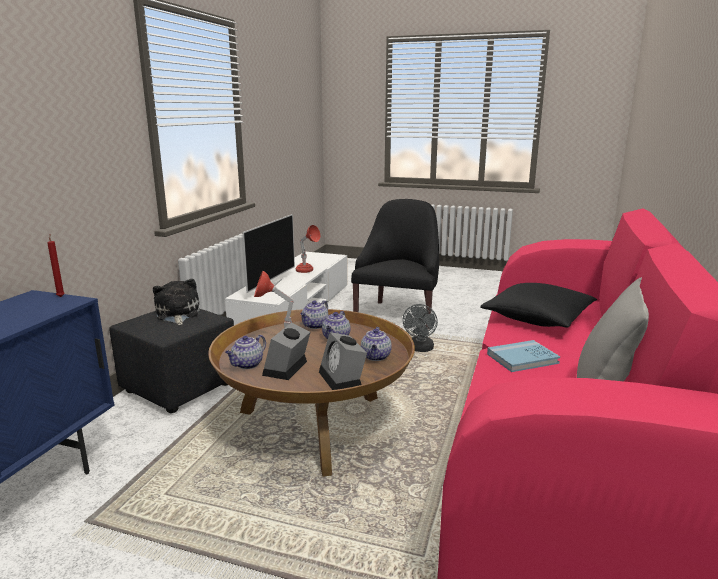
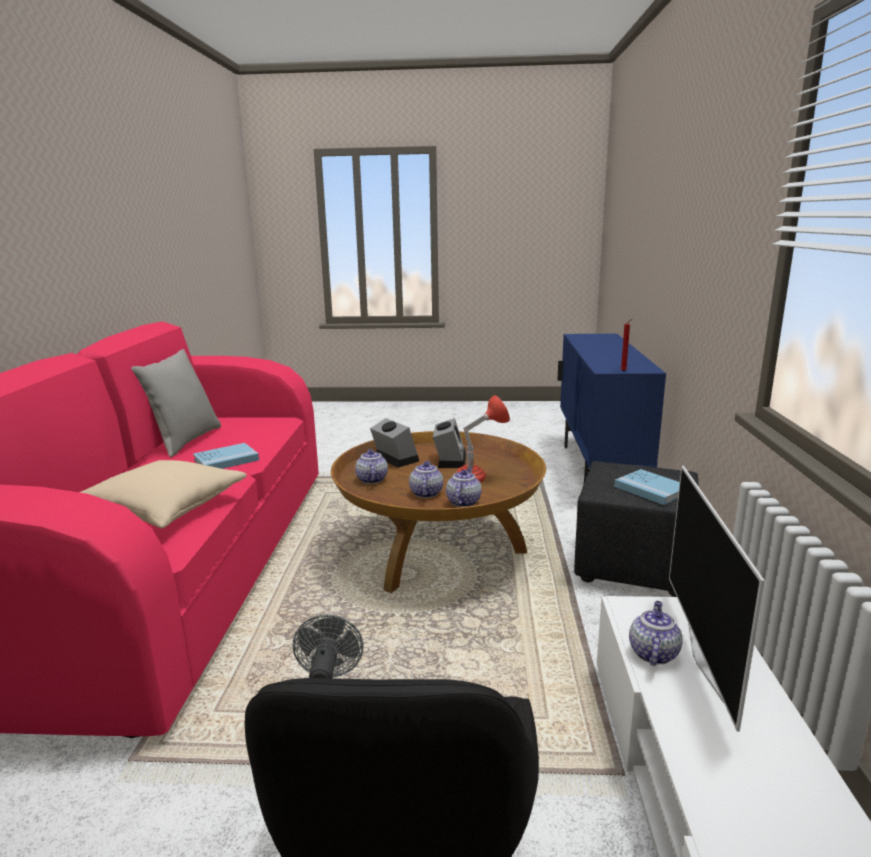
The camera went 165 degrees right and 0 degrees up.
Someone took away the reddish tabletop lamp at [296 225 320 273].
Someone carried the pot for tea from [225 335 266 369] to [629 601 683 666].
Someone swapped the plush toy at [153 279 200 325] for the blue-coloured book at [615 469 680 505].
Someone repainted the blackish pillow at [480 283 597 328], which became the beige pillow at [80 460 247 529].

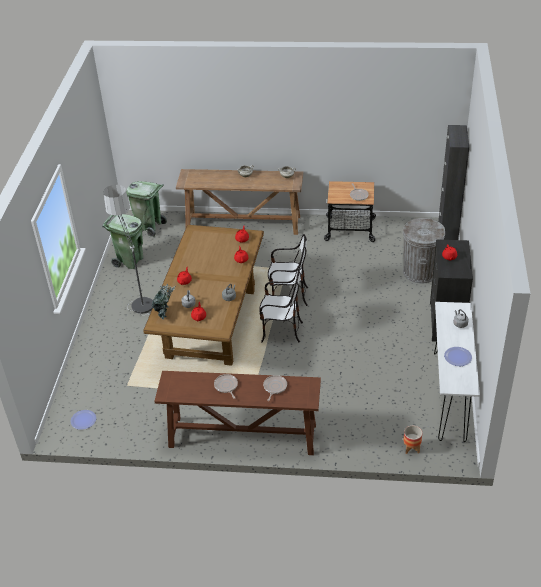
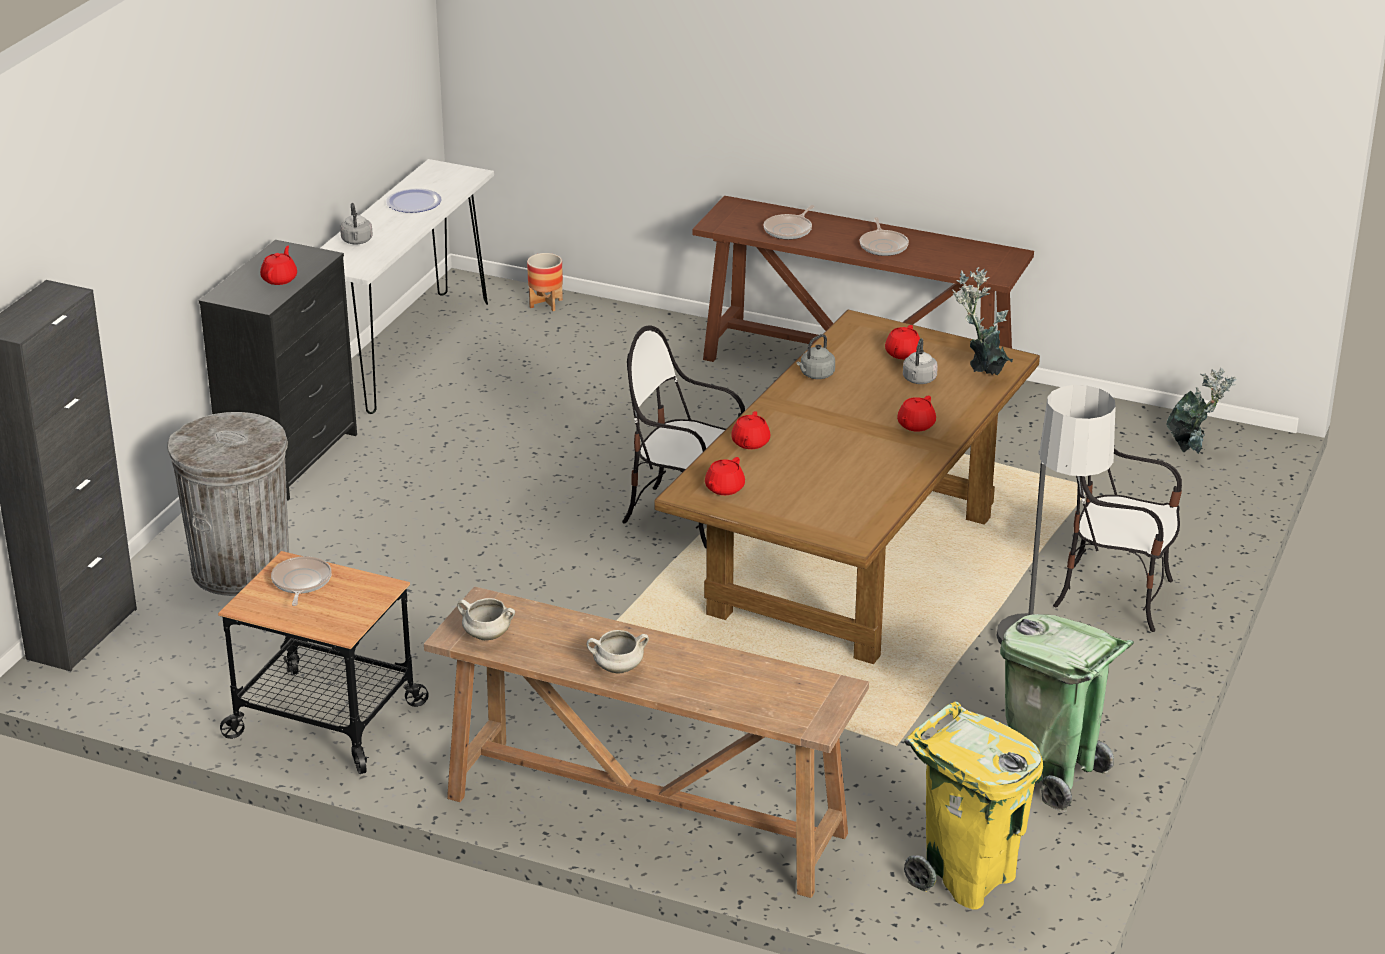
The camera went 165 degrees left and 10 degrees down.
Someone carried the chair from [268 234 308 306] to [1053 448 1182 632].
Someone swapped the plate at [71 410 96 430] for the potted plant at [1166 368 1236 454].
Someone repainted the green-coloured waste bin at [126 181 167 237], which became the yellow-coloured waste bin at [904 701 1043 909].

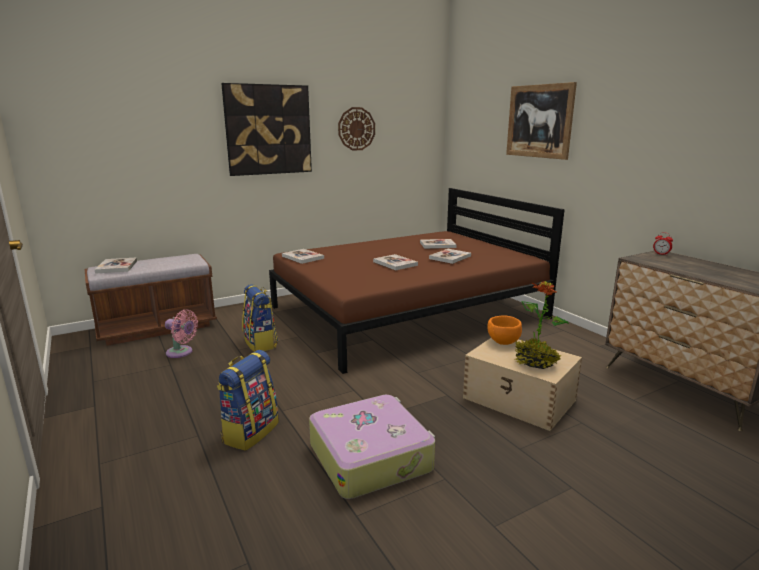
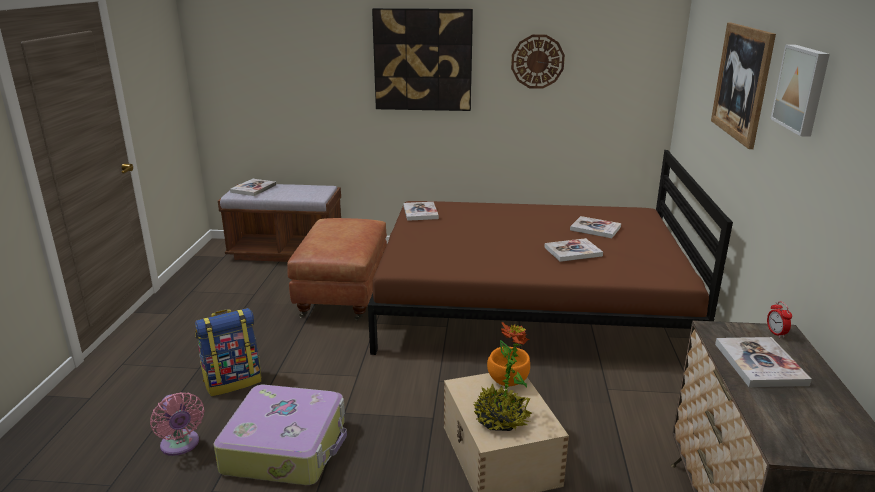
The camera went 35 degrees right and 5 degrees up.
Someone put up the wall art at [770 44 830 137].
Someone carried the pink-coloured cooling fan from [165 310 198 358] to [150 392 204 456].
Someone carried the book from [373 254 418 270] to [715 337 812 387].
Someone swapped the rucksack at [242 284 278 352] for the brown-coloured pouffe at [287 218 387 320].

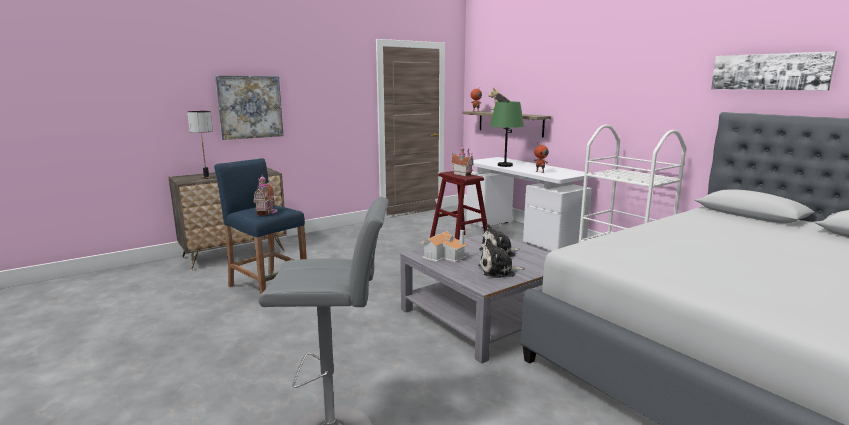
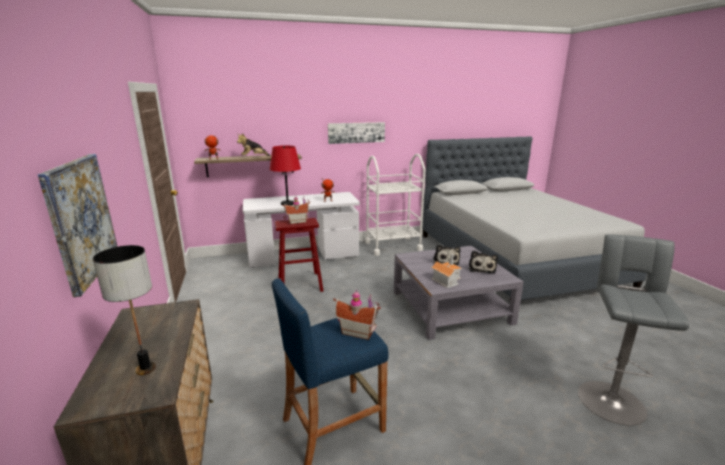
The camera went 70 degrees left and 5 degrees up.
Someone carried the wall art from [711 51 837 90] to [328 122 385 144].
Someone repainted the green-coloured tabletop lamp at [490 101 524 167], which became the reddish tabletop lamp at [270 145 301 205].

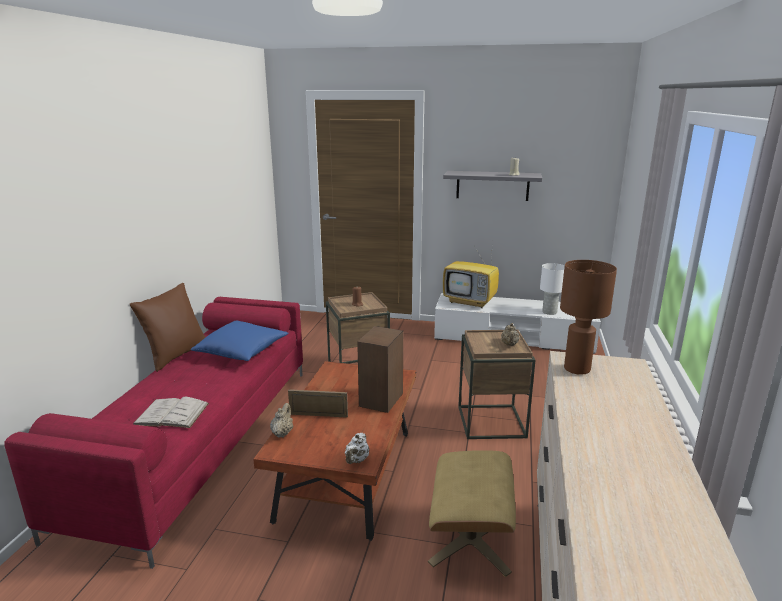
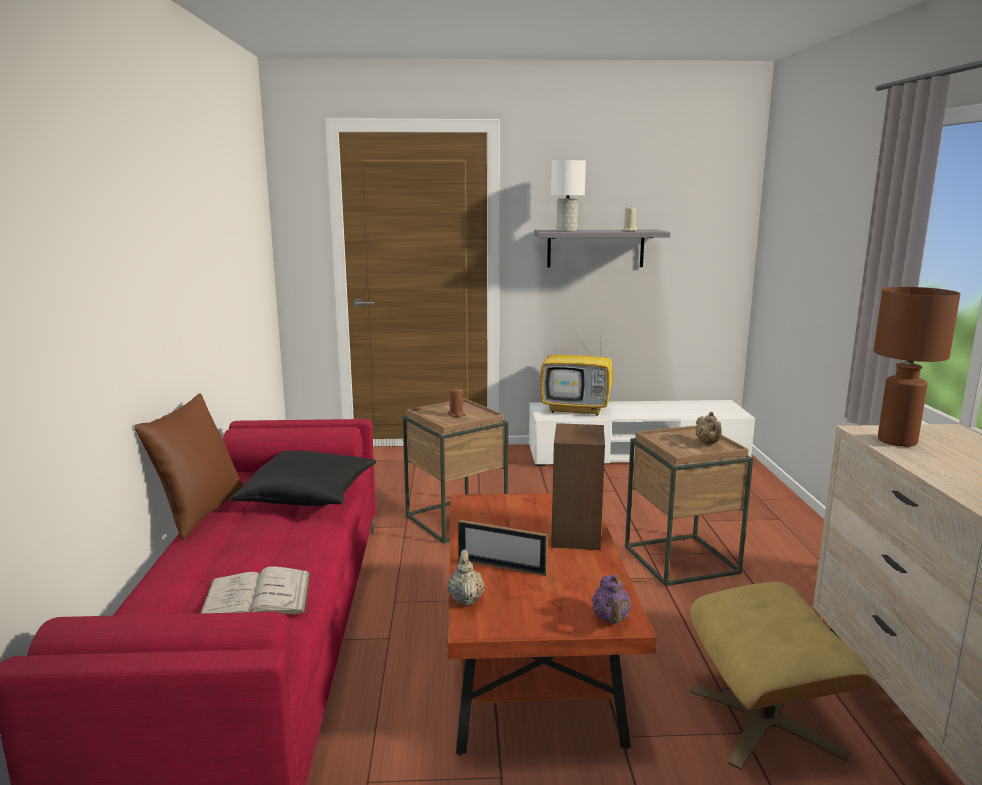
The camera went 15 degrees left and 5 degrees down.
Someone carried the white tabletop lamp from [540 263 565 315] to [551 160 586 232].
Someone repainted the blue-coloured pillow at [191 321 288 361], which became the blackish pillow at [230 450 377 506].
Someone repainted the white pot for tea at [345 433 369 464], which became the purple pot for tea at [592 574 631 624].
Someone rotated the photo frame at [288 389 348 418] by 150 degrees counterclockwise.

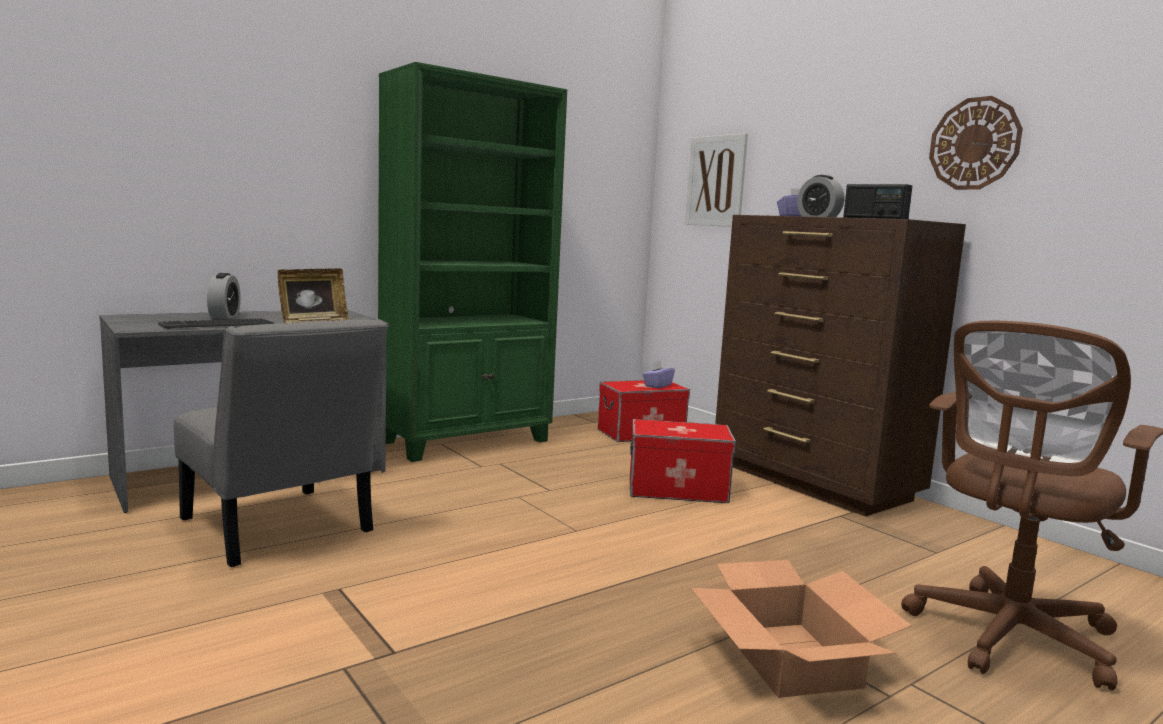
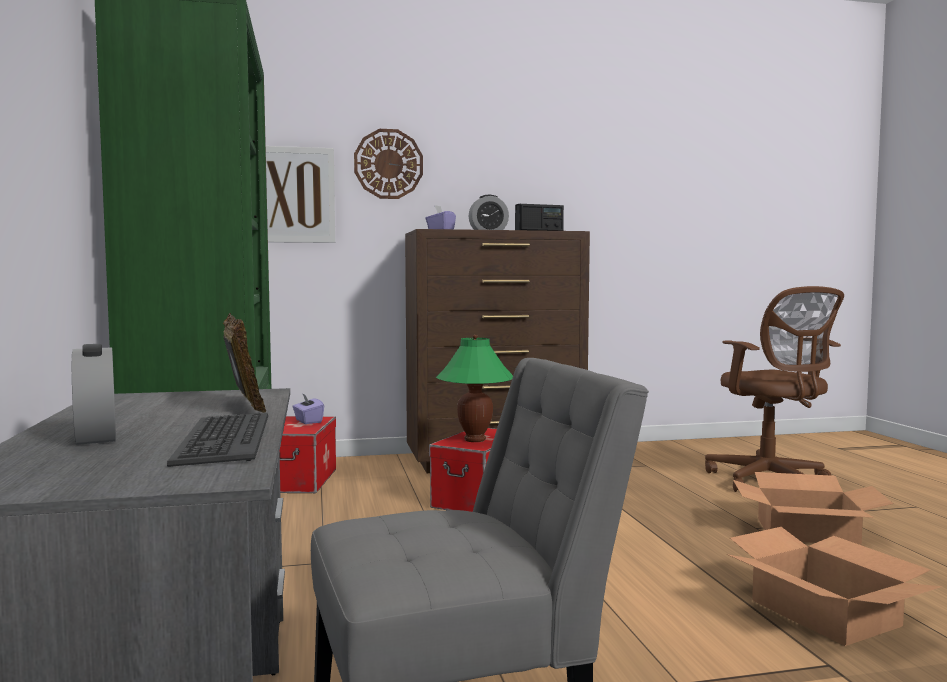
The camera went 65 degrees left and 5 degrees down.
Someone put down the green-coloured tabletop lamp at [435 335 513 442].
Someone put down the packing box at [727 527 942 646].
Someone carried the wall clock from [929 96 1023 190] to [354 129 423 199].
Someone rotated the bedside clock at [207 273 241 319] by 135 degrees counterclockwise.

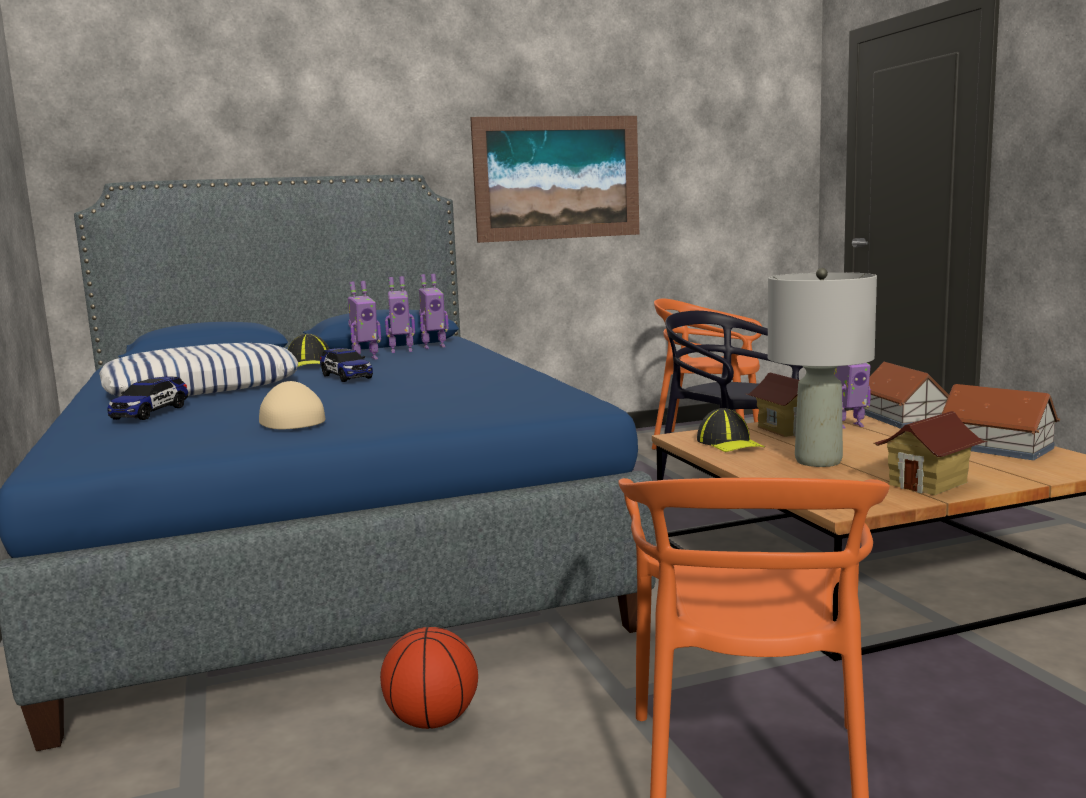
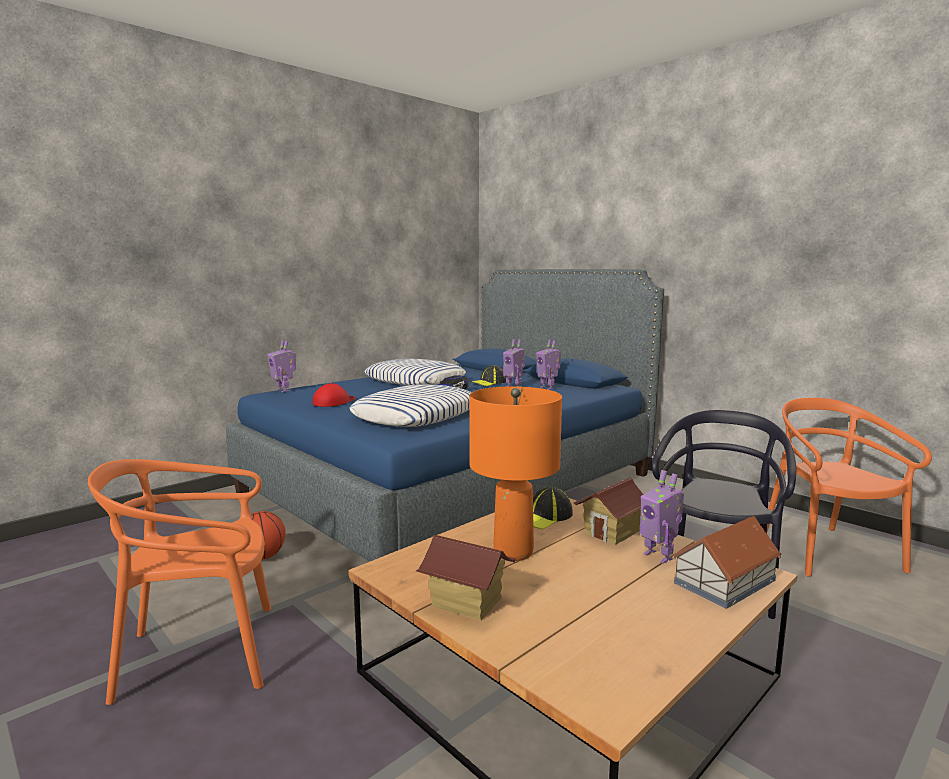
The camera went 65 degrees right and 0 degrees up.
Someone took away the toy car at [107 376 188 420].
Someone took away the wall art at [470 116 639 243].
Someone took away the toy house at [942 384 1060 460].
Someone put down the pillow at [349 385 472 427].
Someone carried the robot figure from [419 274 449 349] to [267 340 296 392].
Someone repainted the beige peaked cap at [259 381 325 429], which became the reddish peaked cap at [313 383 356 407].
Someone repainted the gray tabletop lamp at [768 268 877 467], which became the orange tabletop lamp at [469 386 562 561].

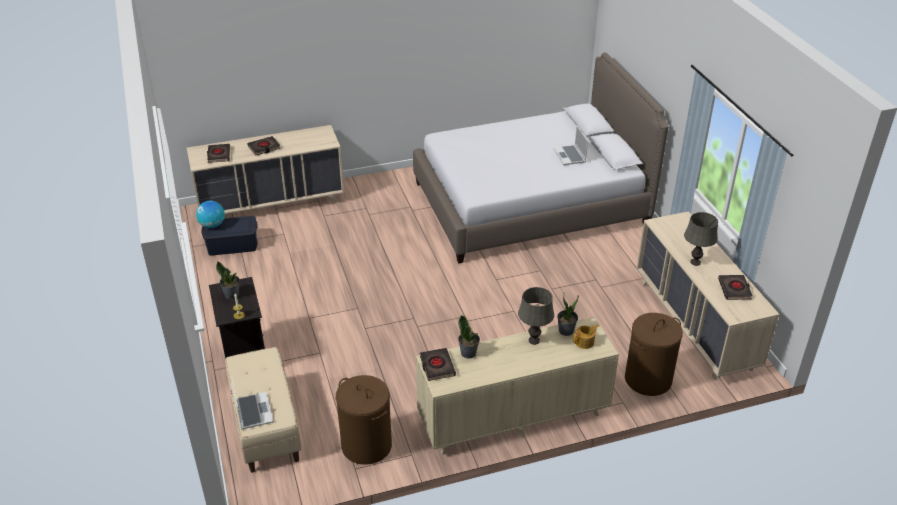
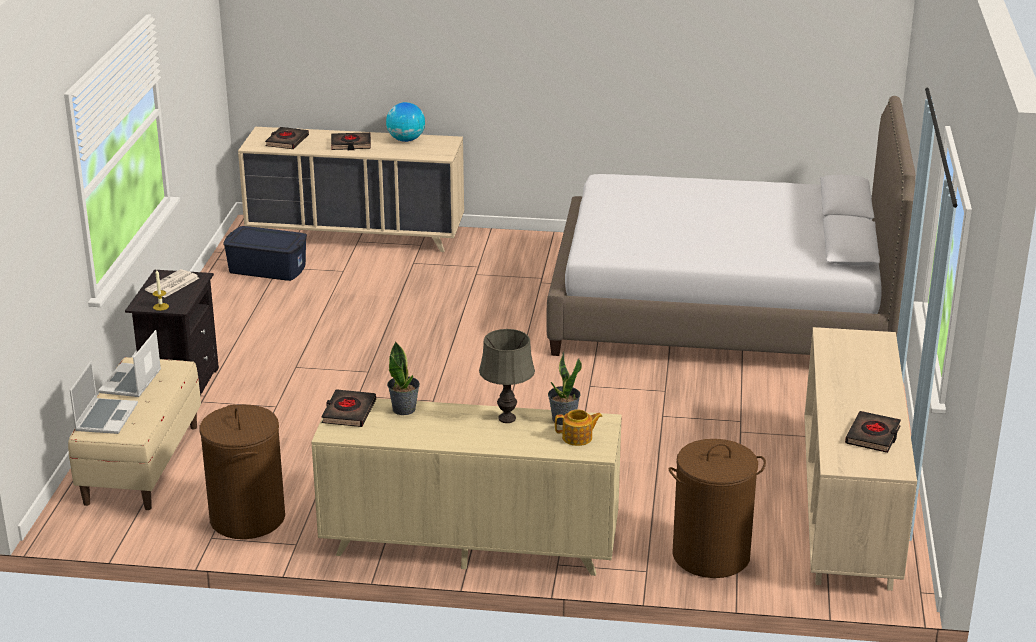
The camera went 25 degrees right and 10 degrees down.
Someone took away the gray tabletop lamp at [684 212 718 266].
Someone carried the globe from [196 201 225 228] to [386 102 425 142].
Someone carried the portable computer from [553 126 588 165] to [98 330 161 397].
Someone swapped the potted plant at [216 261 240 300] for the newspaper at [145 269 199 297].

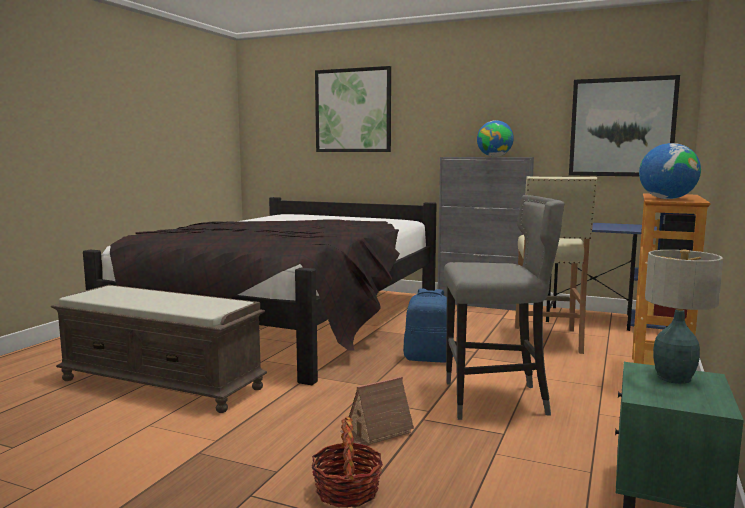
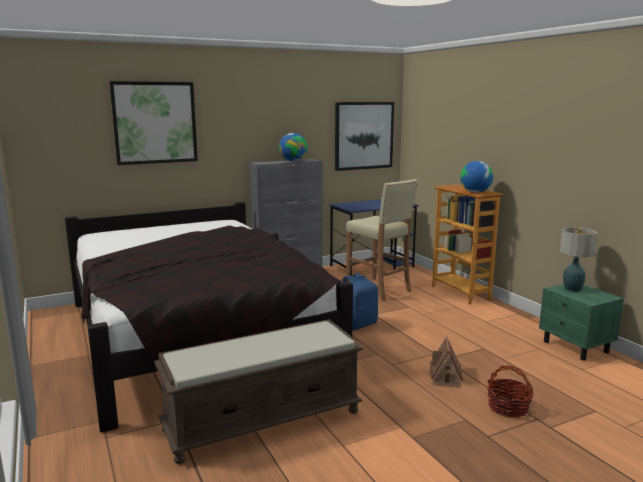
The camera went 50 degrees left and 5 degrees up.
Someone took away the gray sitting stool at [444 195 564 420].

